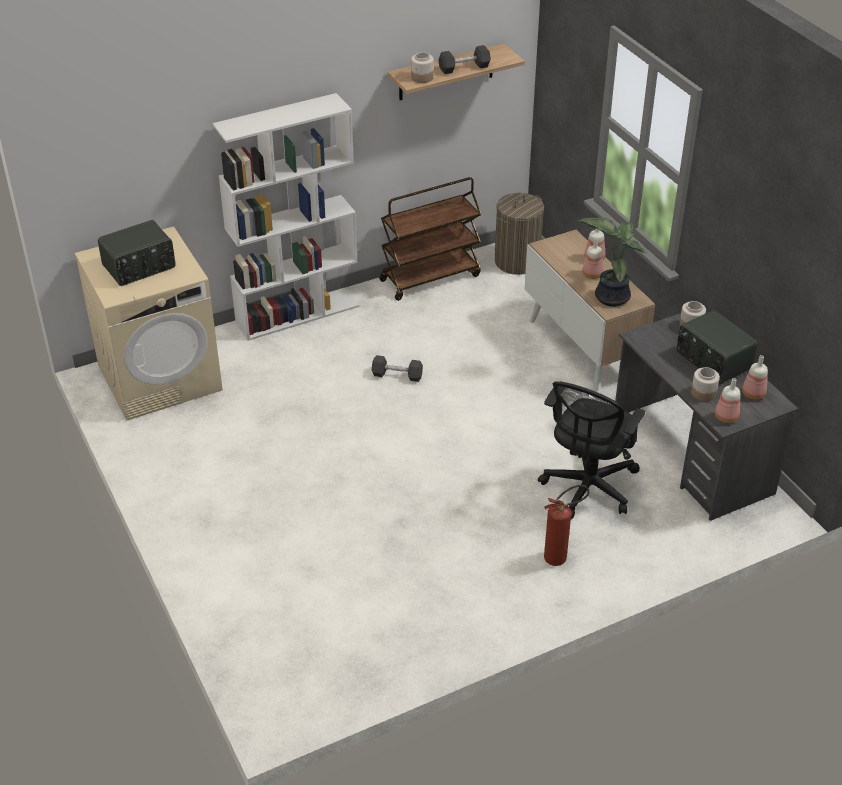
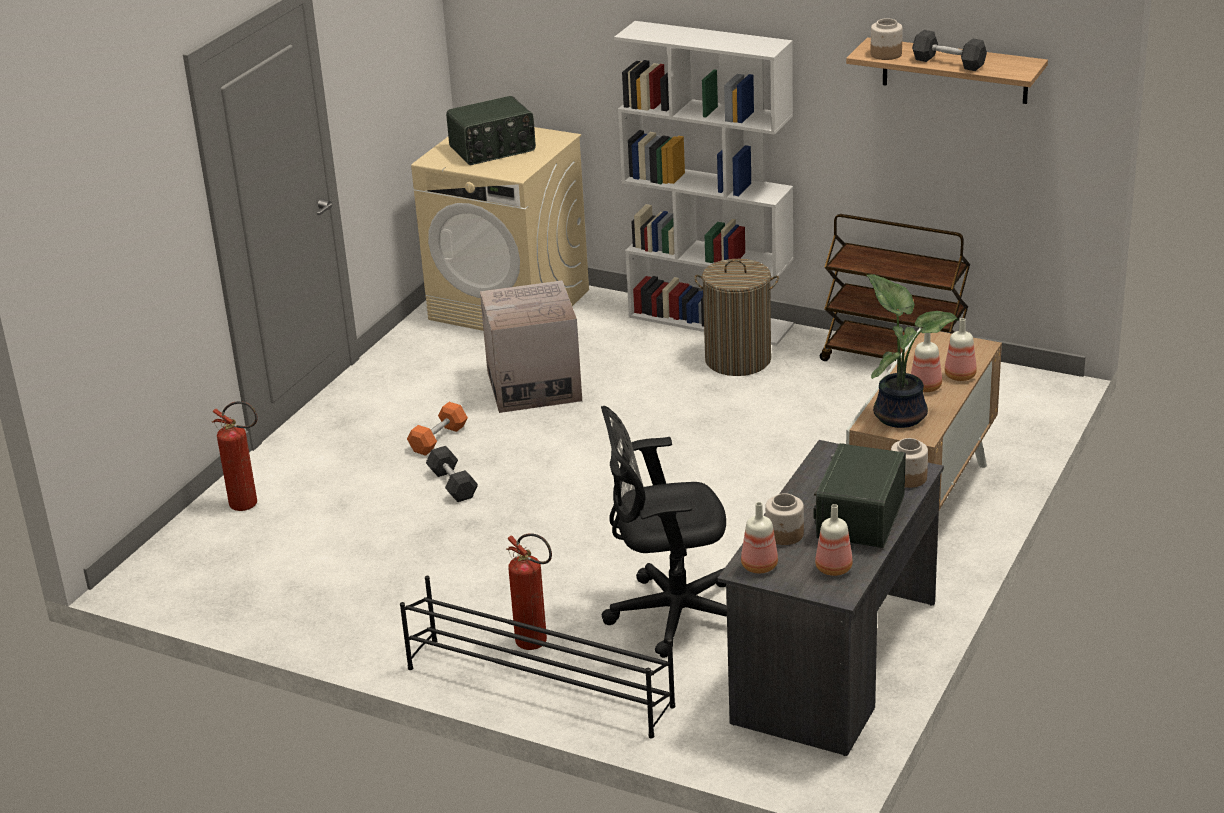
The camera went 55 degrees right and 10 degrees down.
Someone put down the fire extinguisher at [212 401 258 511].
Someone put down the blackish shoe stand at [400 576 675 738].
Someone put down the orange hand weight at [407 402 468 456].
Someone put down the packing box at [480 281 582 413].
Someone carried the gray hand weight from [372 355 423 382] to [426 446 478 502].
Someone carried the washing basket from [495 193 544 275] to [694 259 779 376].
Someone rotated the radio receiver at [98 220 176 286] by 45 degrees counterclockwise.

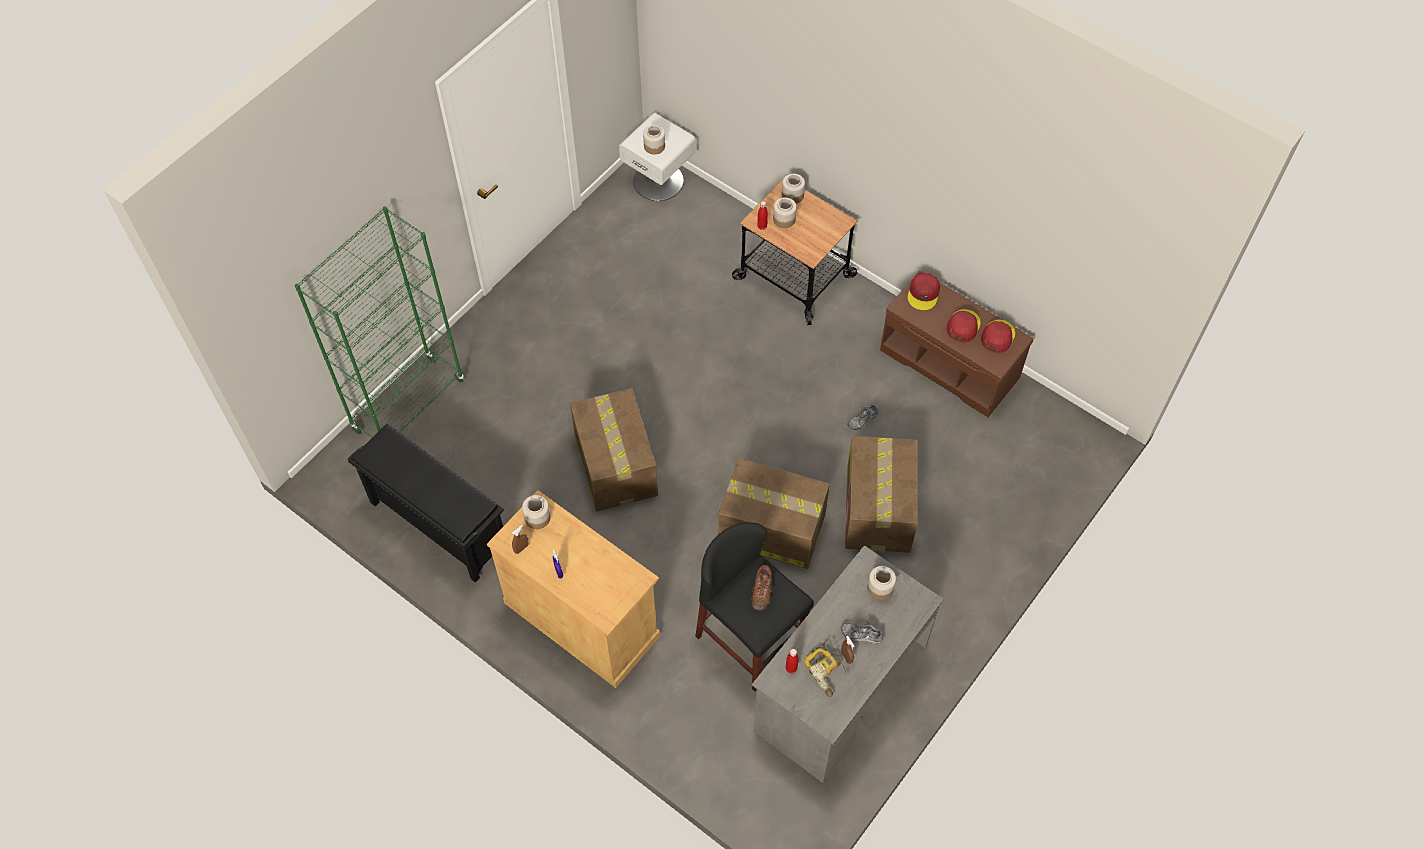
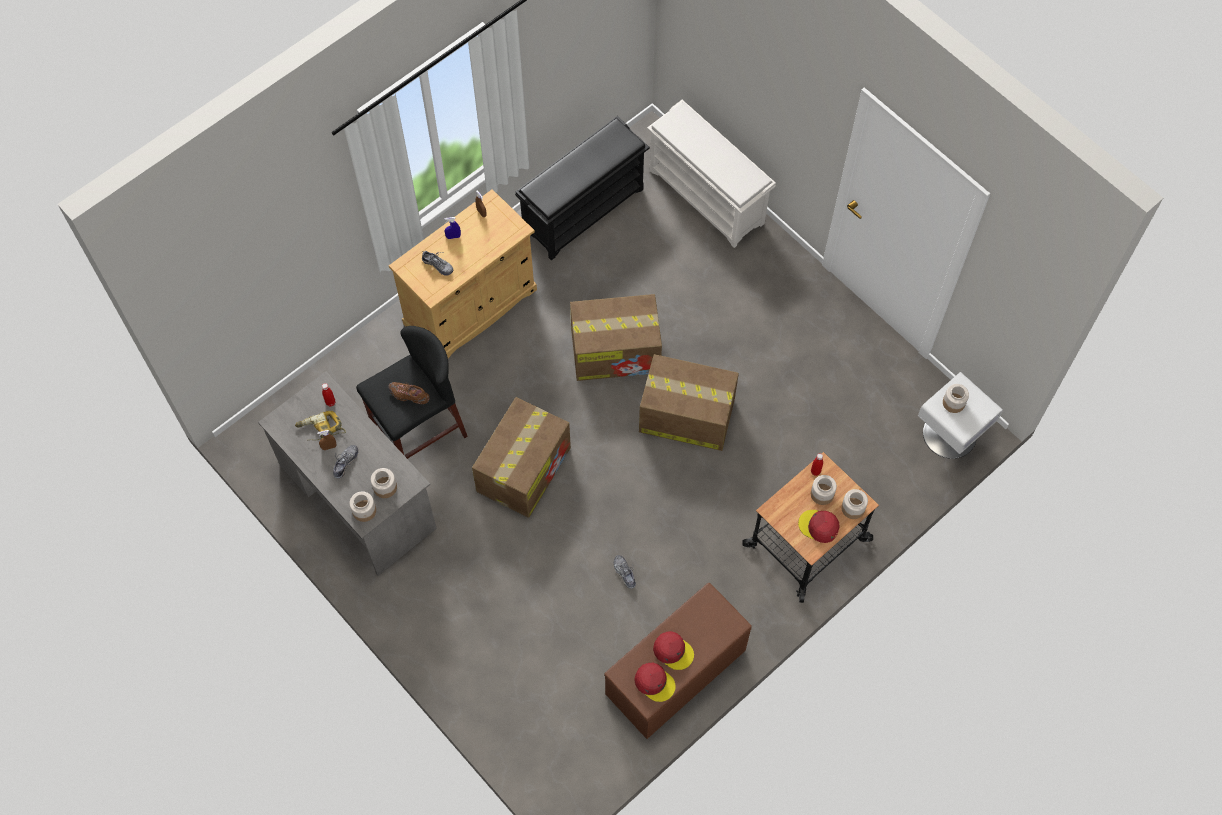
The camera went 100 degrees right and 5 degrees up.
Someone put down the low shoe at [422 251 453 275].
Someone carried the preserve jar from [522 495 551 529] to [349 491 376 522].
Someone carried the packing box from [845 436 918 553] to [639 354 739 451].
Someone carried the reddish peaked cap from [907 273 940 310] to [798 510 840 543].
Someone swapped the green-coloured bookcase at [295 206 464 437] for the white shoe stand at [647 100 776 248].

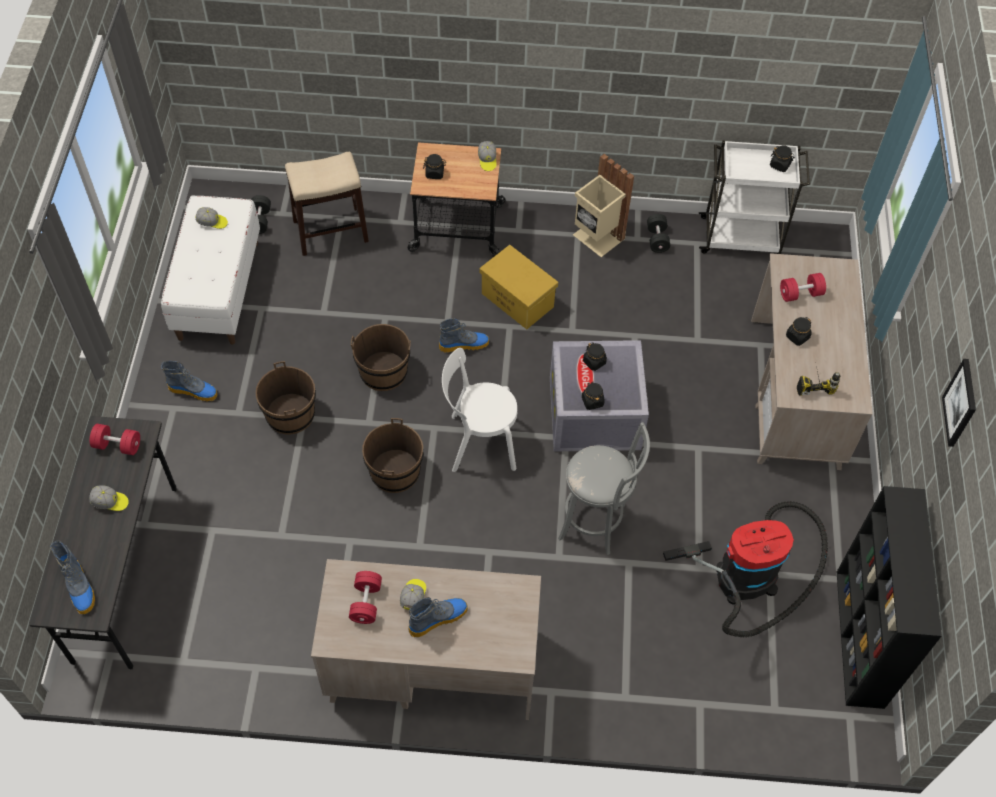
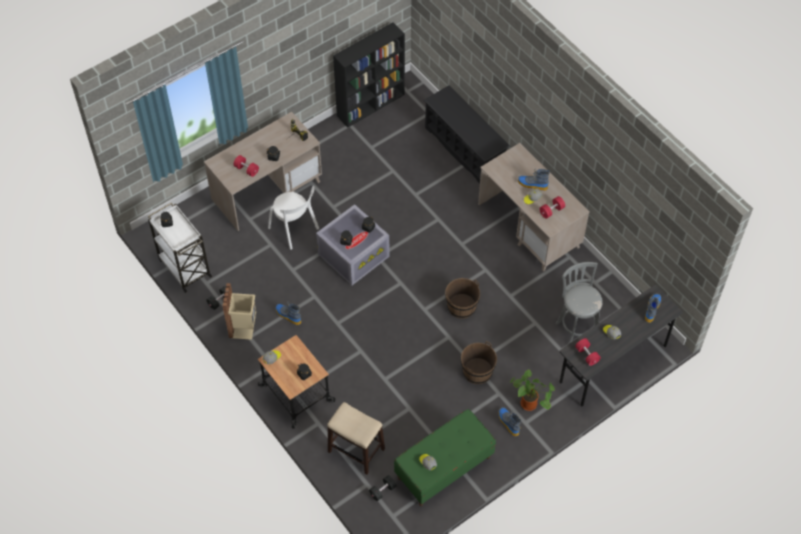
The camera went 130 degrees left and 0 degrees up.
Someone took away the brown-coloured pail at [351 324 411 391].
Someone took away the yellow-coloured storage box at [480 245 558 329].
Someone took away the vacuum cleaner at [663 501 828 638].
Someone took away the wall art at [942 359 976 447].
Someone put down the blackish shoe stand at [424 85 511 184].
Someone put down the potted plant at [510 370 555 411].
Someone carried the high-top boot from [439 318 489 353] to [276 302 301 325].
Someone carried the white chair from [442 348 517 472] to [268 186 319 250].
Someone carried the gray sitting stool from [558 422 650 555] to [555 262 603 344].
Someone repainted the white indoor bench at [161 196 260 345], which became the green-coloured indoor bench at [394 409 496 506].

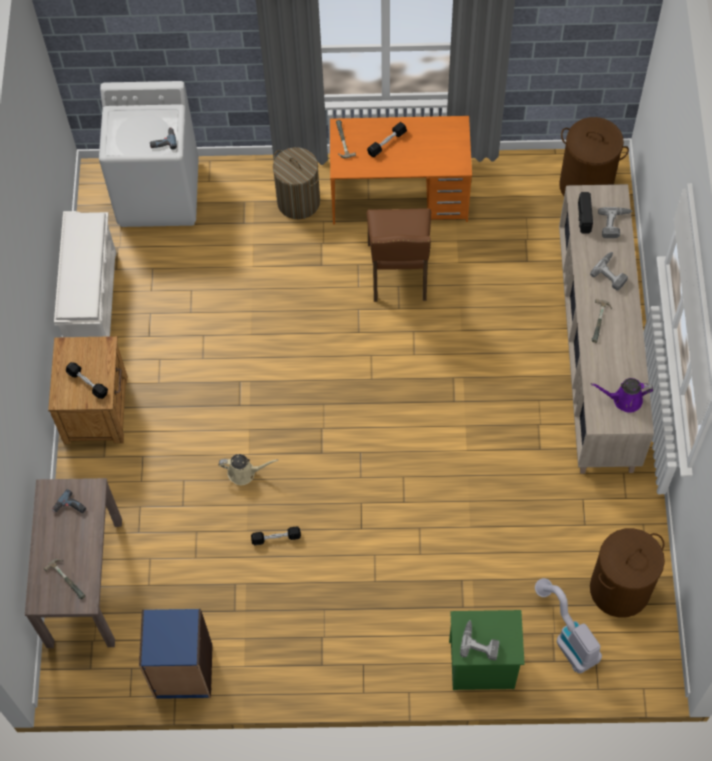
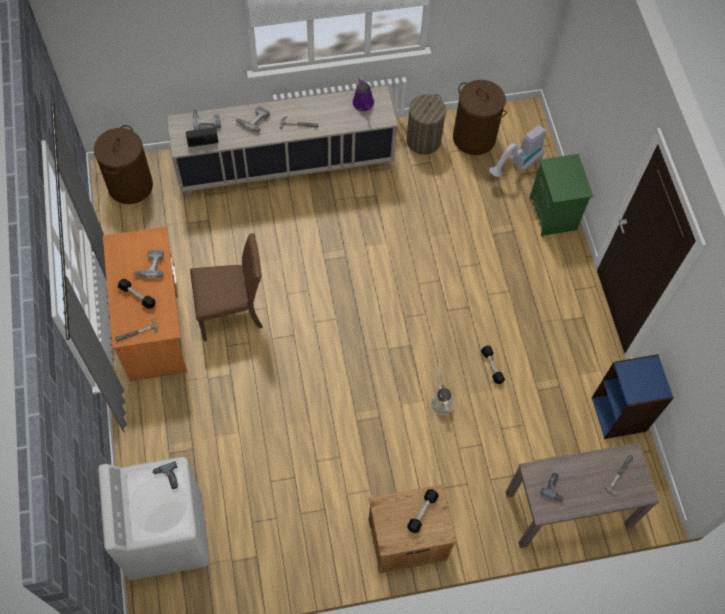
The camera went 105 degrees left and 0 degrees up.
Someone took away the white shoe stand at [54 211 116 337].
Someone carried the washing basket from [273 147 320 219] to [406 94 446 155].
Someone carried the electric drill from [460 621 500 660] to [133 250 164 278].

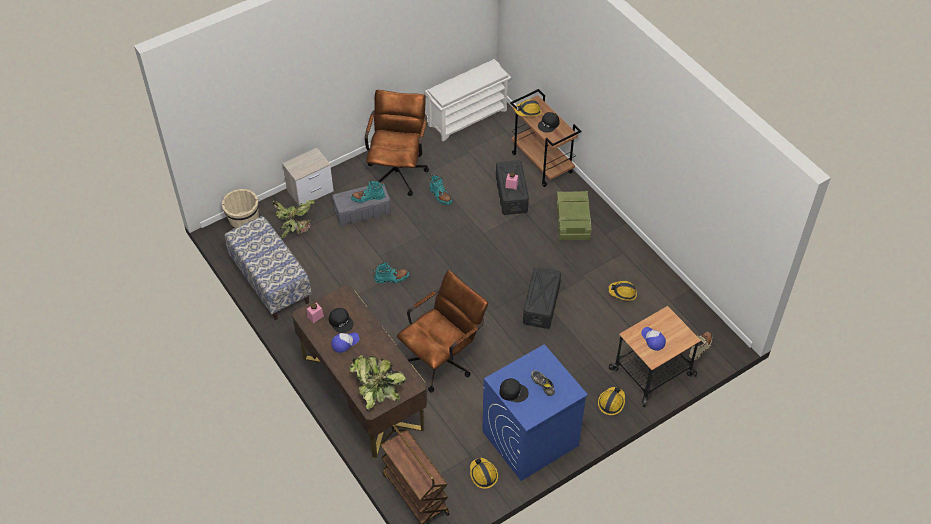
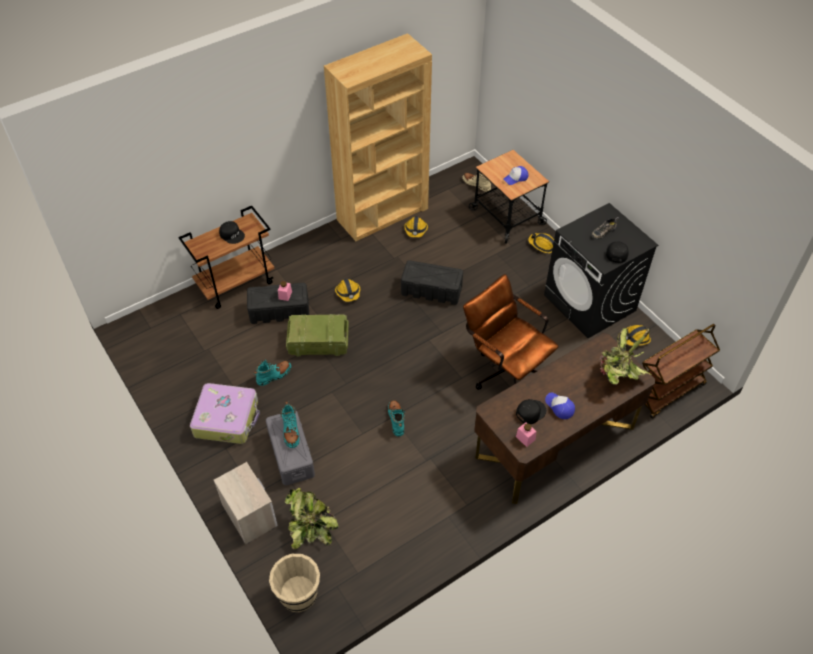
The camera went 90 degrees left and 0 degrees up.
Someone took away the indoor bench at [225 216 312 320].
Someone took away the white shoe stand at [425 59 511 141].
Someone put down the brown-coloured bookcase at [324 33 432 241].
Someone carried the work helmet from [514 99 541 117] to [335 279 360 302].
Someone carried the packing crate from [556 191 591 241] to [286 314 349 356].
Someone swapped the brown-coloured desk chair at [365 90 429 196] for the suitcase at [190 383 260 444].
Someone repainted the blue-coloured laundry machine at [482 344 588 481], which became the blackish laundry machine at [544 203 658 338].

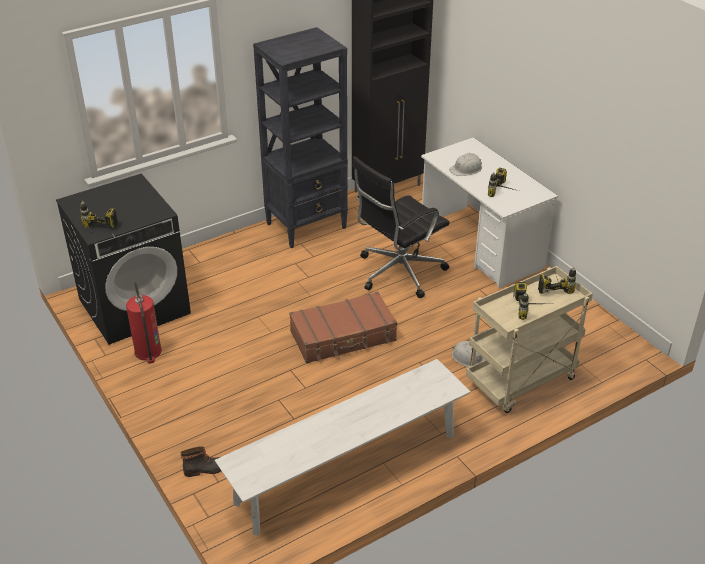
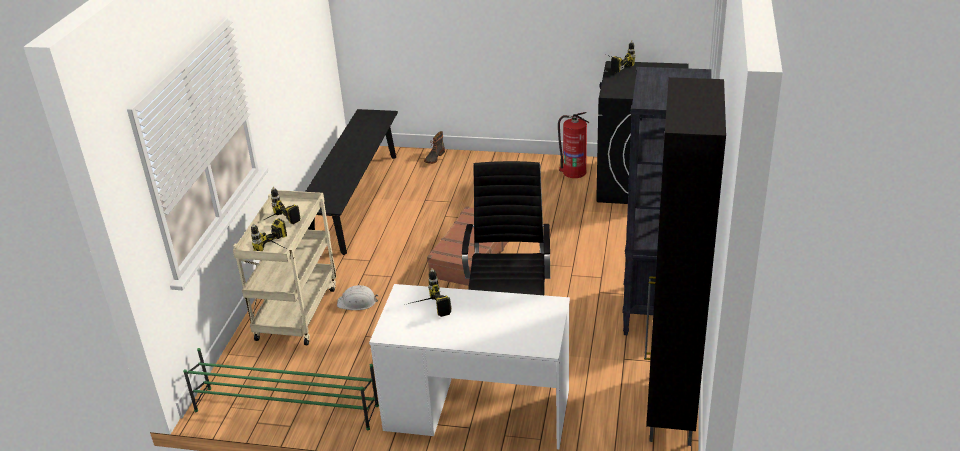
The camera went 135 degrees right and 5 degrees down.
Someone took away the white work helmet at [449 153 482 176].
Someone put down the green-coloured shoe stand at [183 348 379 430].
Someone repainted the white indoor bench at [215 359 471 535], which became the blackish indoor bench at [305 109 398 255].

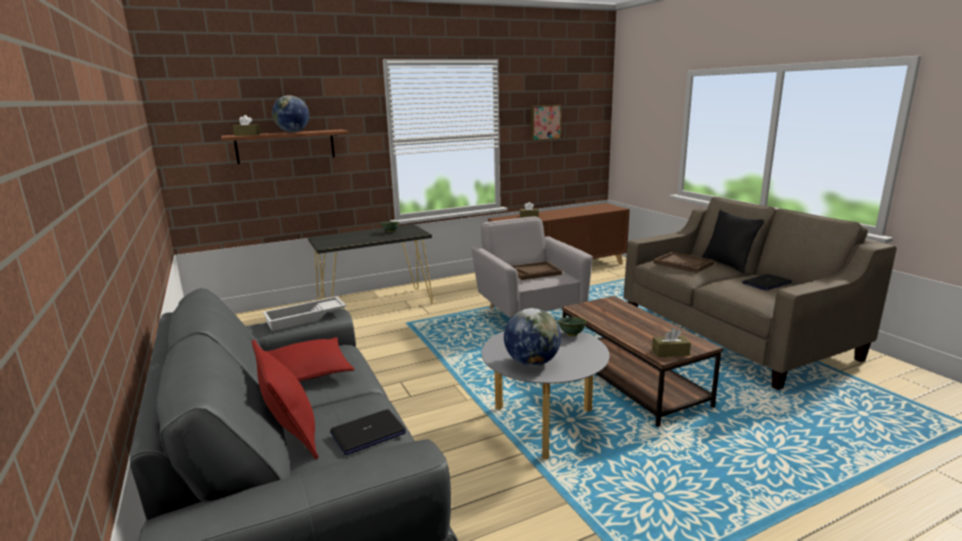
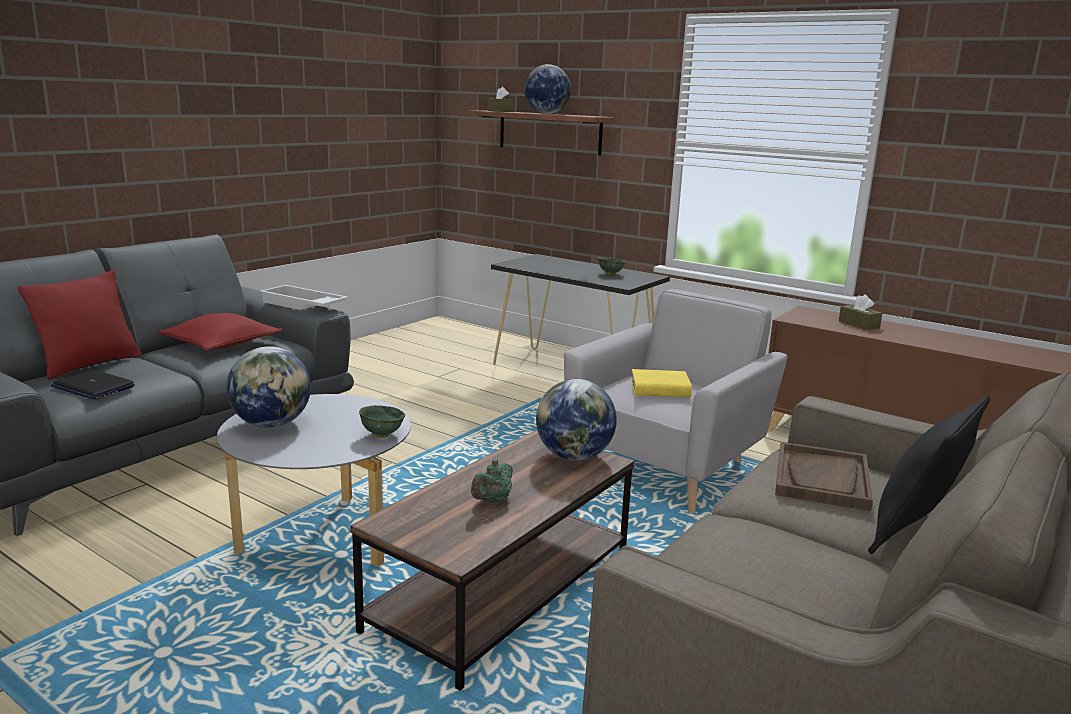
The camera went 60 degrees right and 0 degrees up.
Someone took away the wall art at [531 105 562 141].
Someone took away the brown-coloured box of tissues at [652 328 691 357].
Someone took away the portable computer at [742 274 792 290].
Someone put down the green-coloured pot for tea at [471 460 513 503].
Someone put down the globe at [536 379 617 460].
Someone swapped the brown-coloured carrying tray at [512 261 562 280] for the yellow-coloured book at [631 369 692 398].

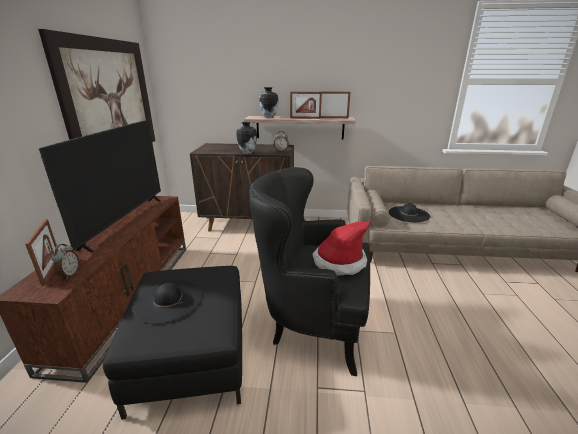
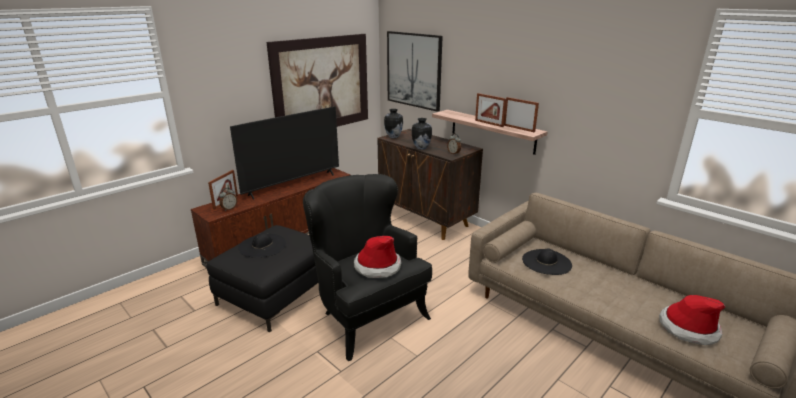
The camera went 40 degrees right and 0 degrees up.
Someone put up the wall art at [387 31 443 112].
Someone put down the wearable hat at [659 295 725 345].
Someone carried the flower vase from [259 87 278 118] to [384 109 403 138].

